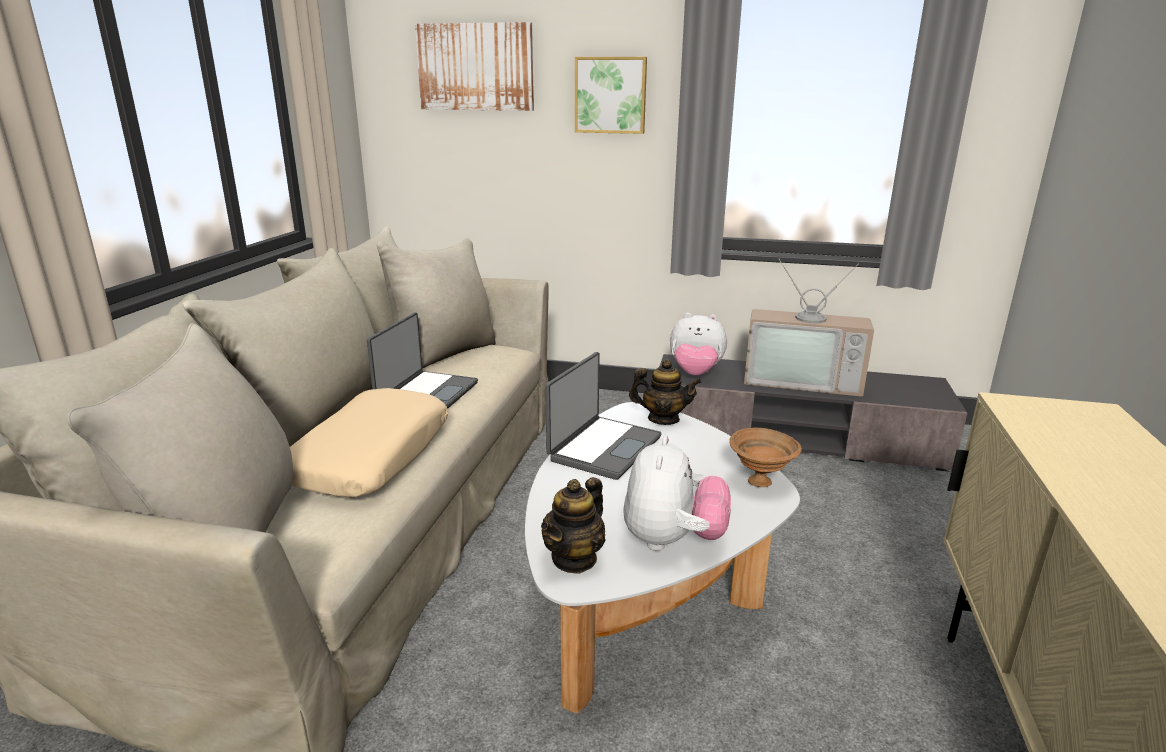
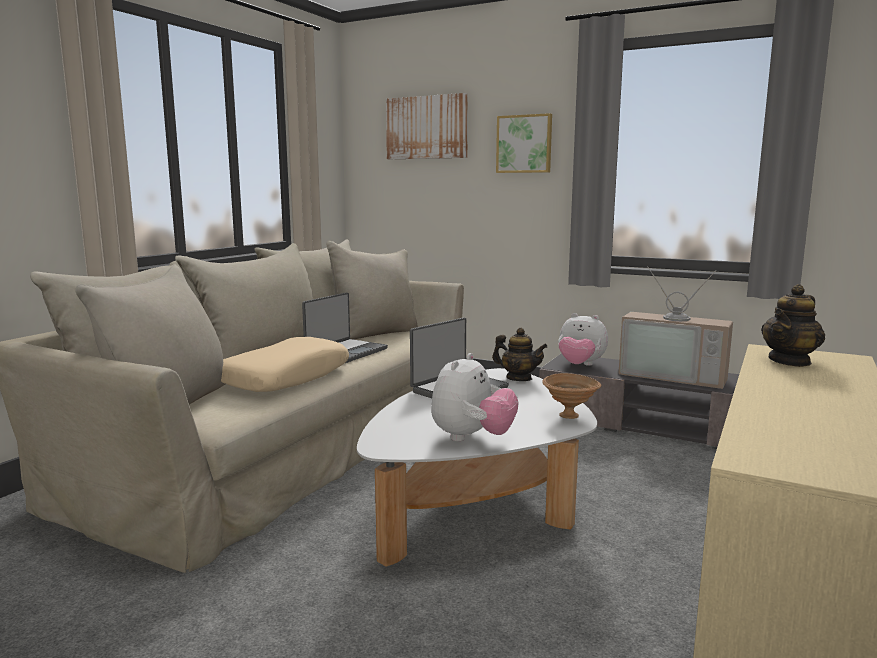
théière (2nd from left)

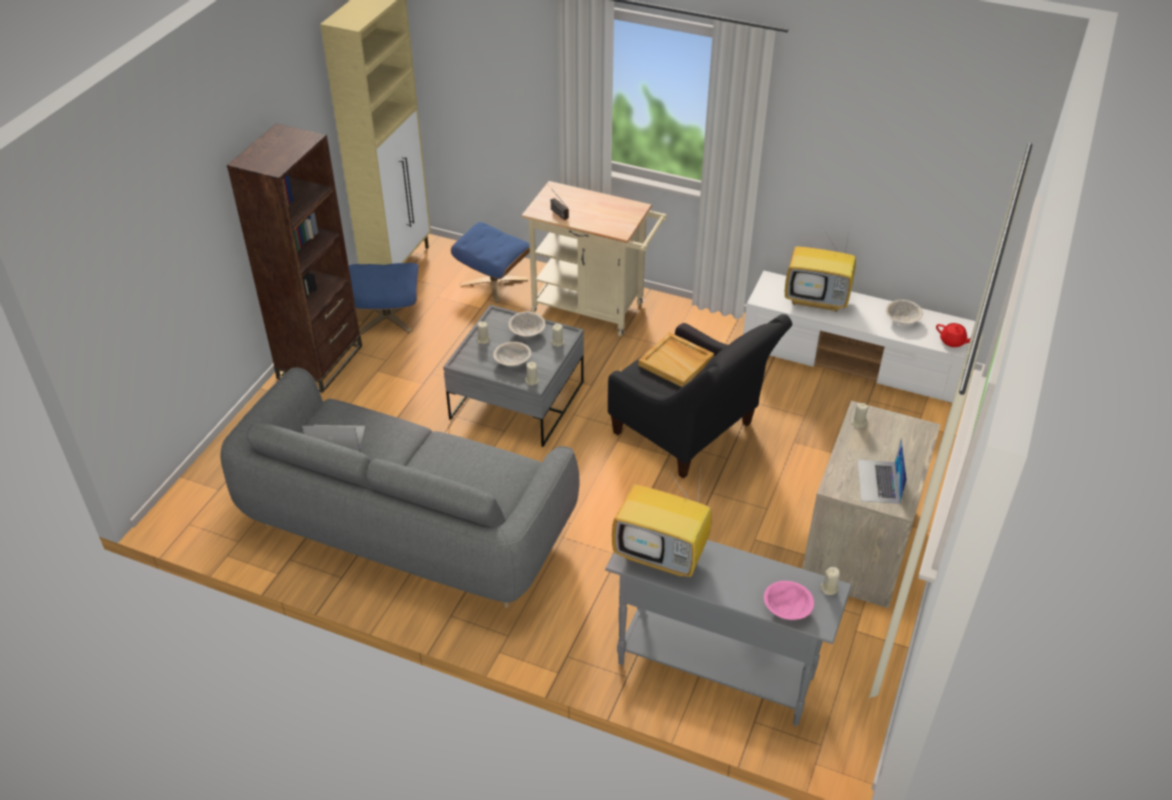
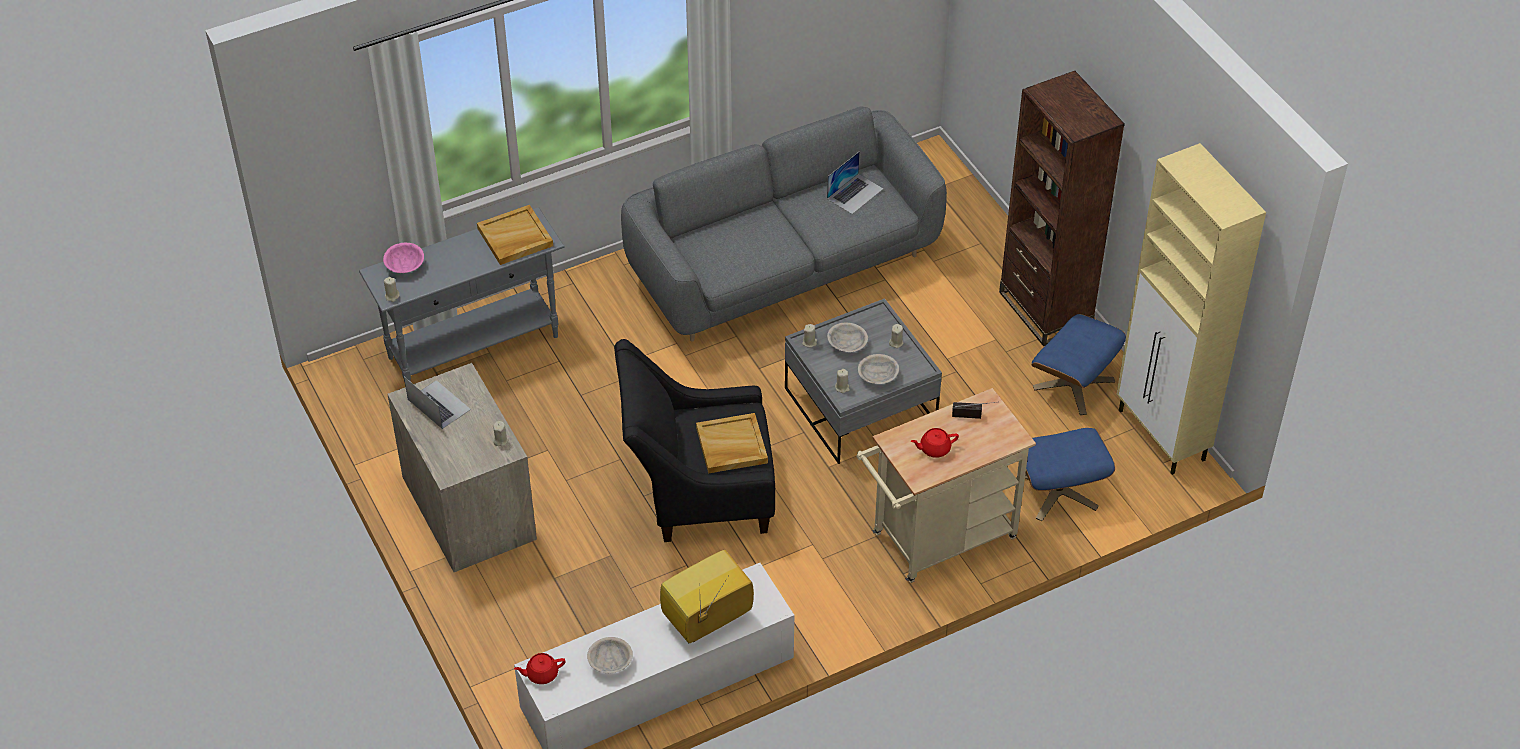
plateau/beige (1st from left)
théière/rouge (2nd from left)

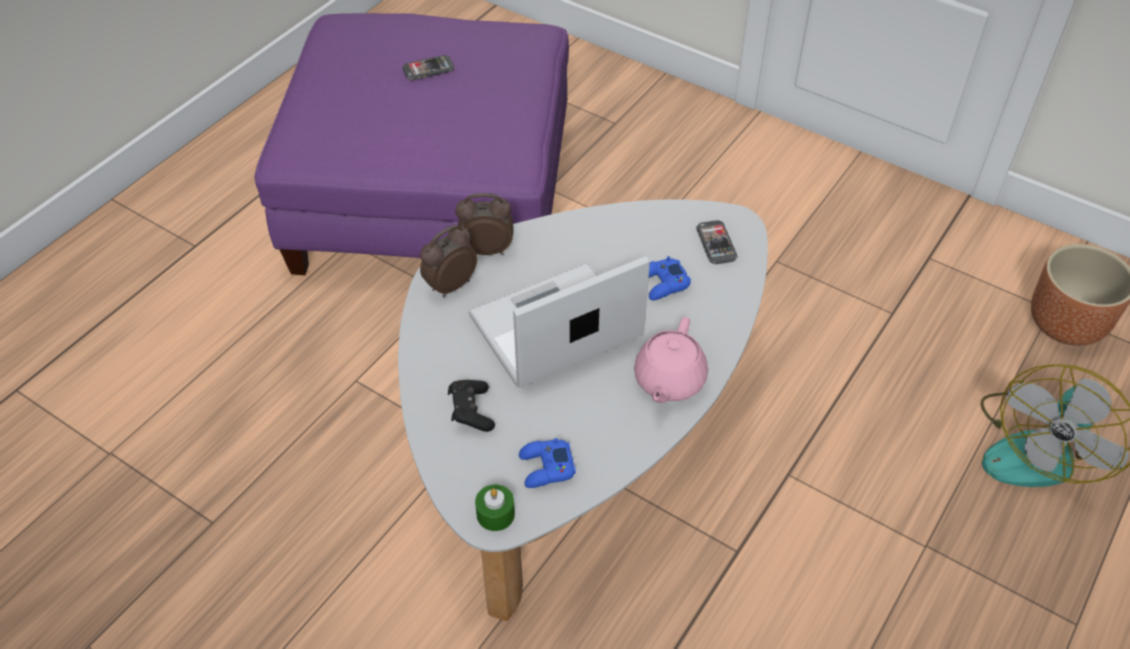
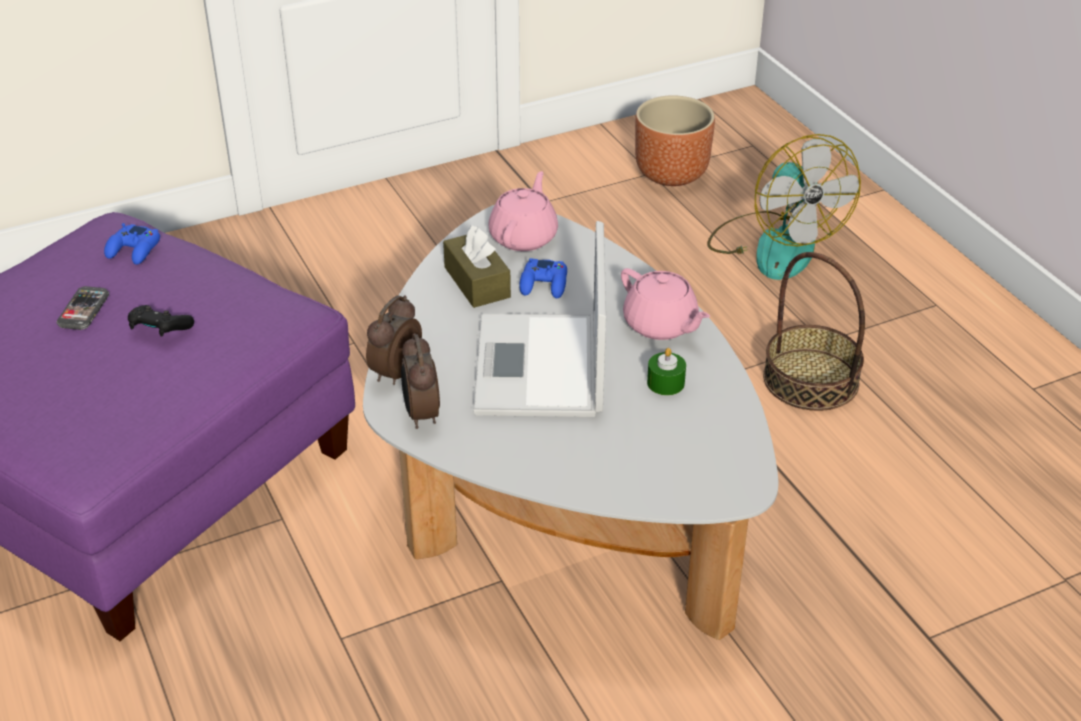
théière/rose (1st from left)
manette/noir
manette/bleu (1st from left)
bougie/vert
boîte à mouchoirs/marron
panier

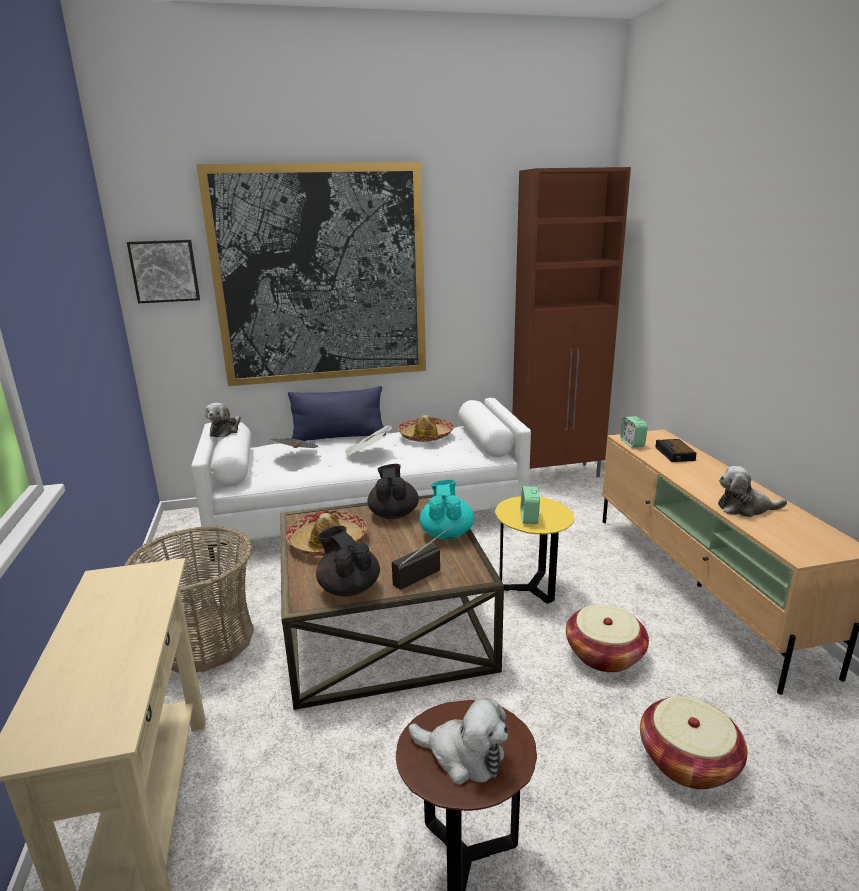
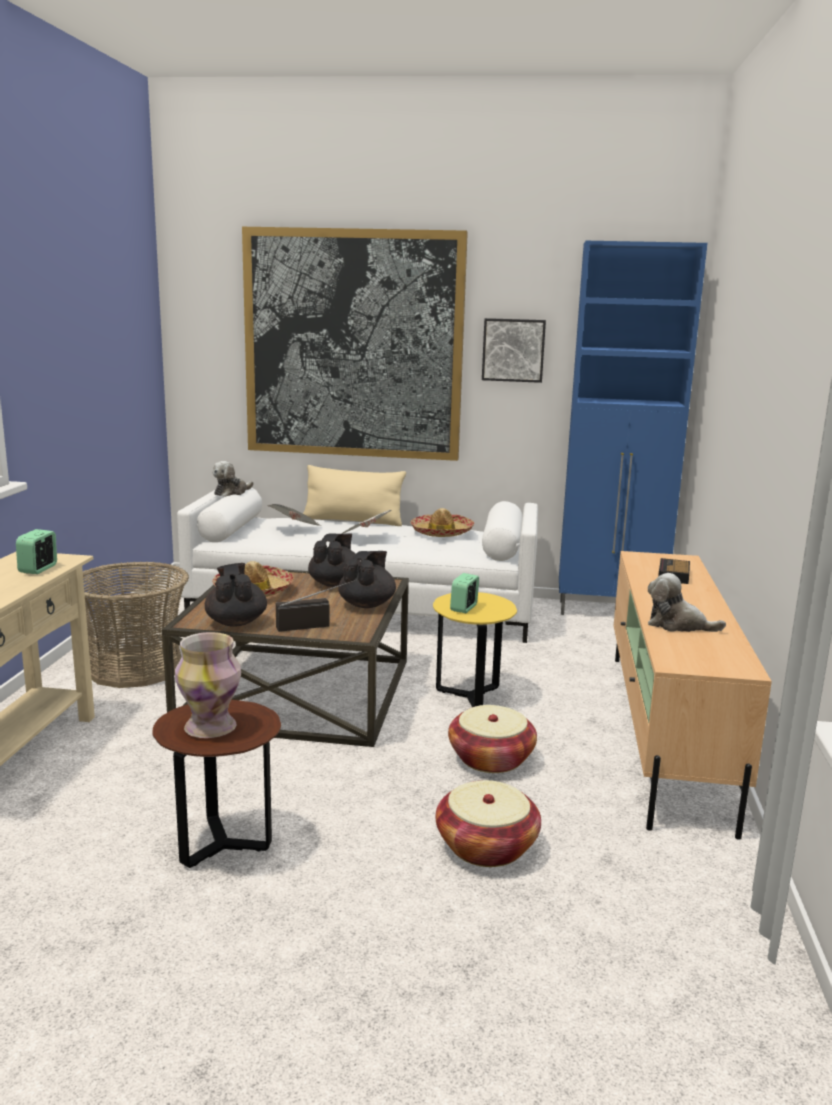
meuble de rangement/bleu
tableau (2nd from left)
coussin/beige
réveil (1st from left)
théière/noir (3rd from left)
vase

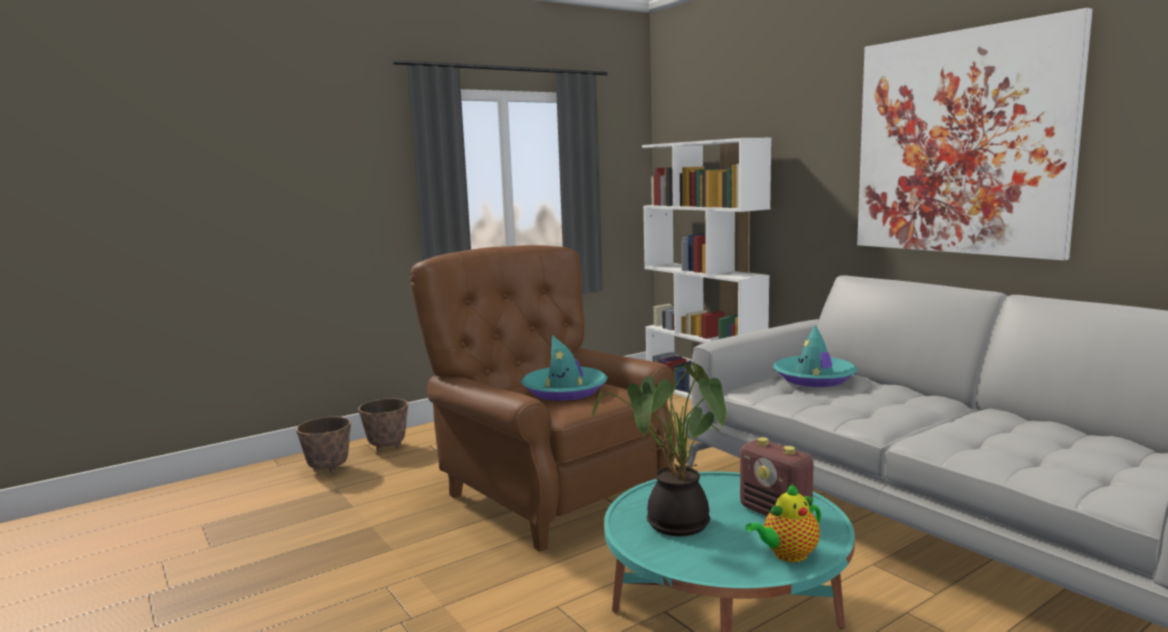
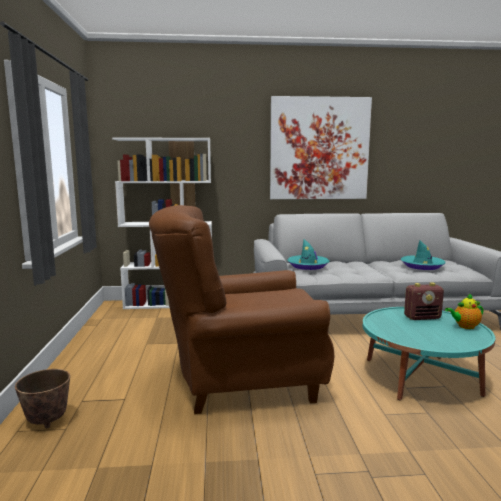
chapeau/turquoise (2nd from left)
plante en pot
cache-pot (1st from left in the first image)
théière

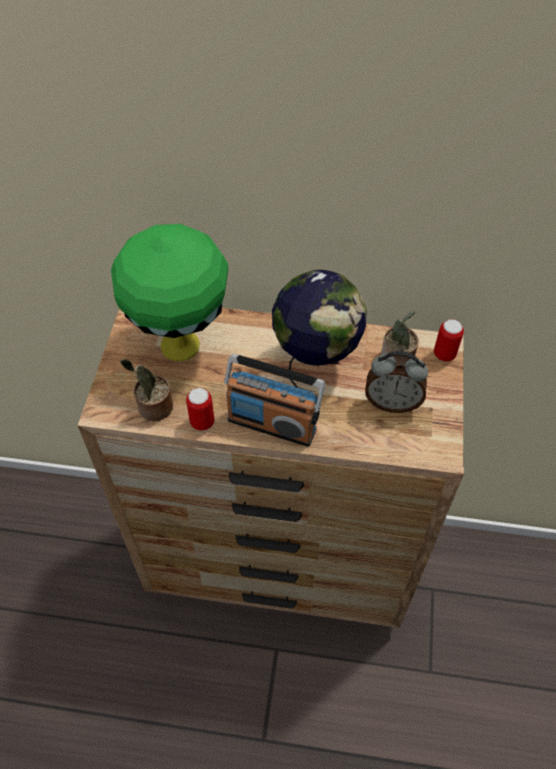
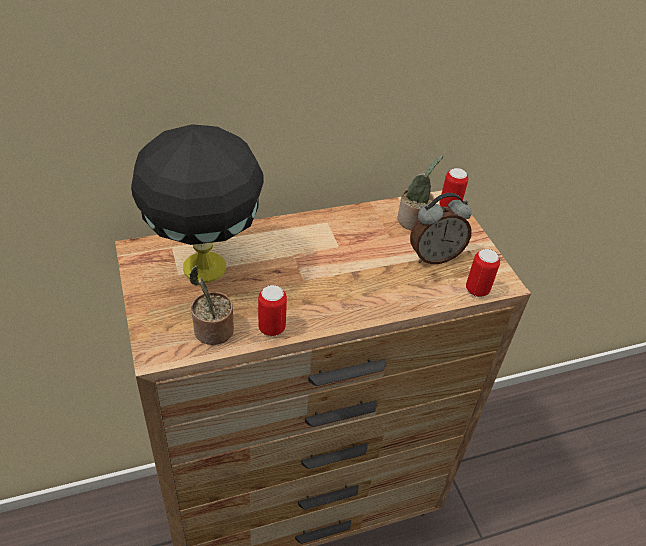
lampe de table/noir
globe
radio
boîte métallique (3rd from left)

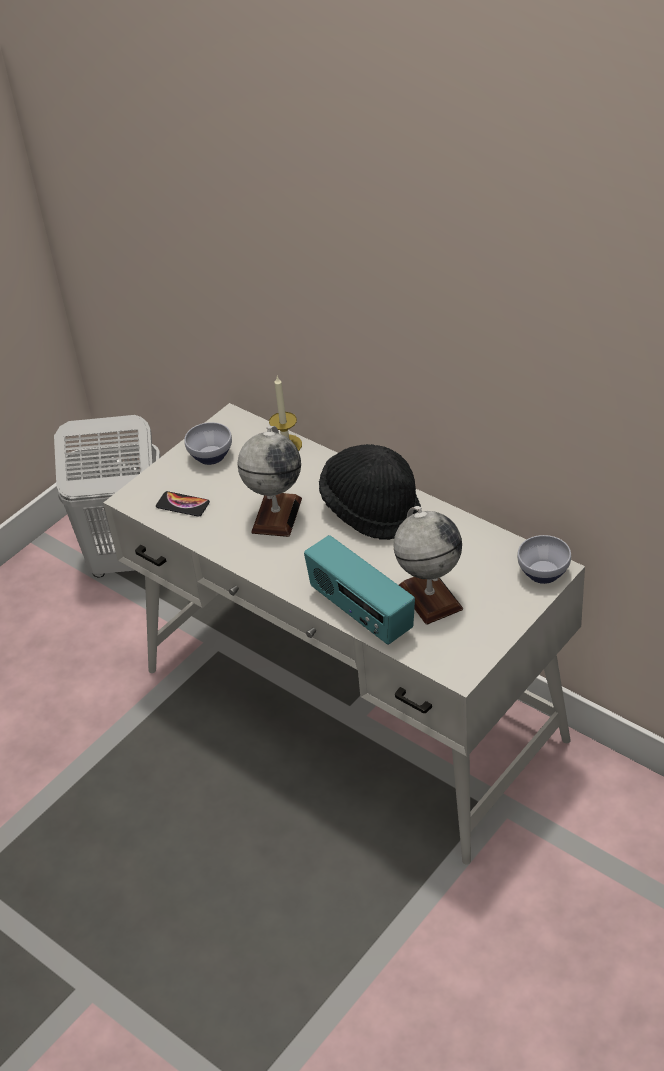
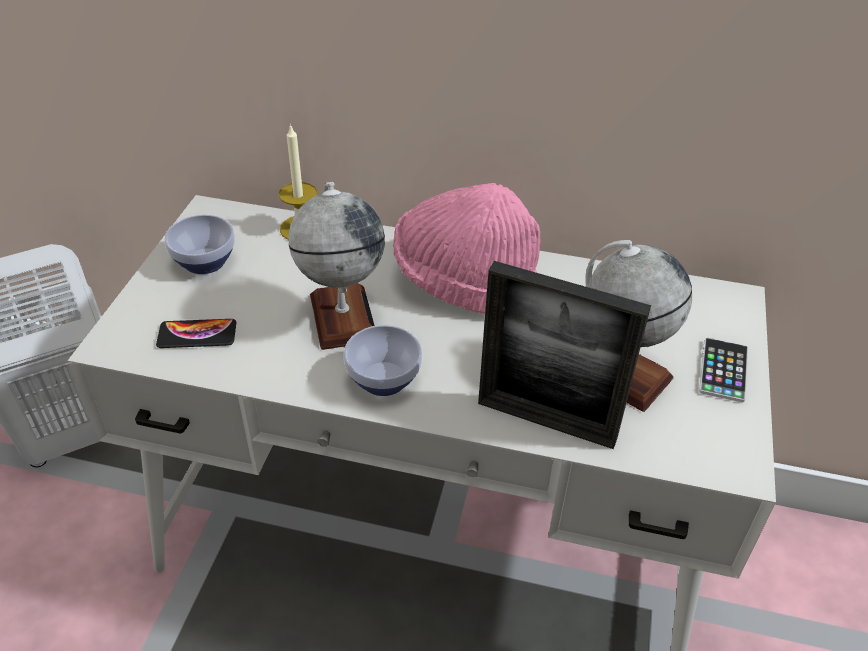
chapeau/rose
cadre photo
bol (2nd from left)
téléphone (2nd from left)

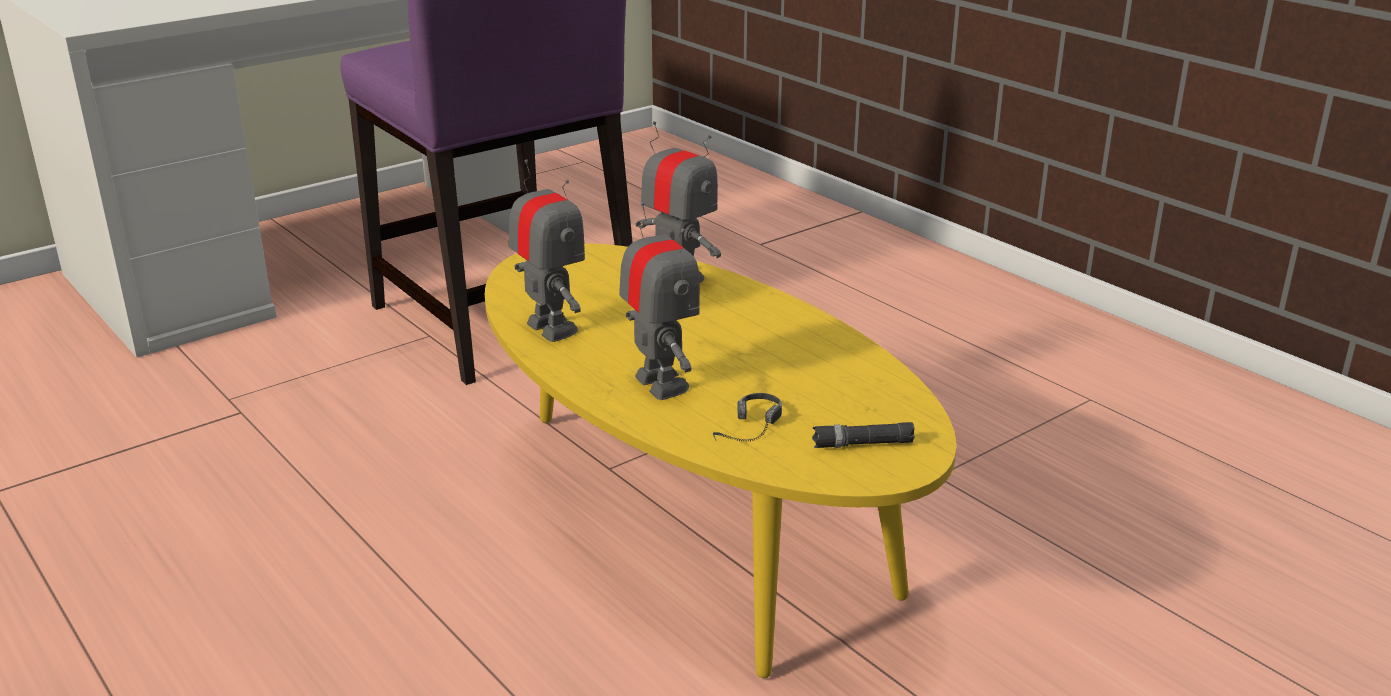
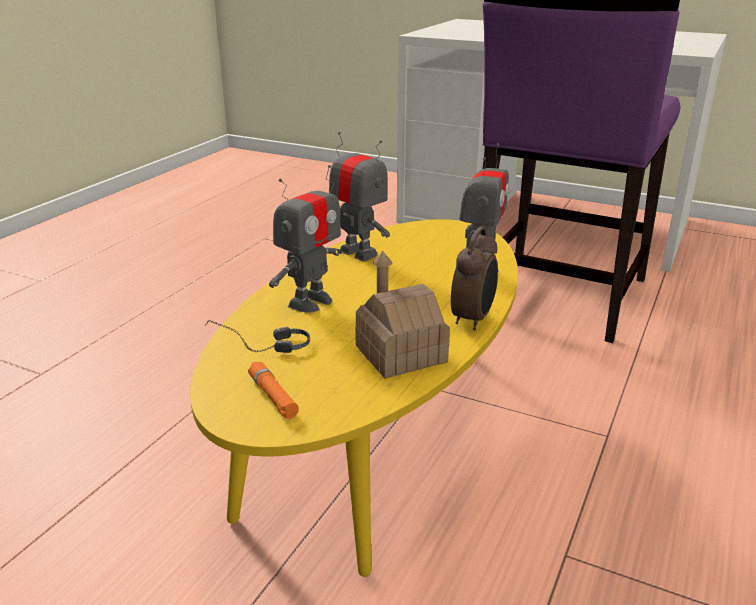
robot jouet (2nd from left)
lampe de poche/orange
réveil
maison miniature

